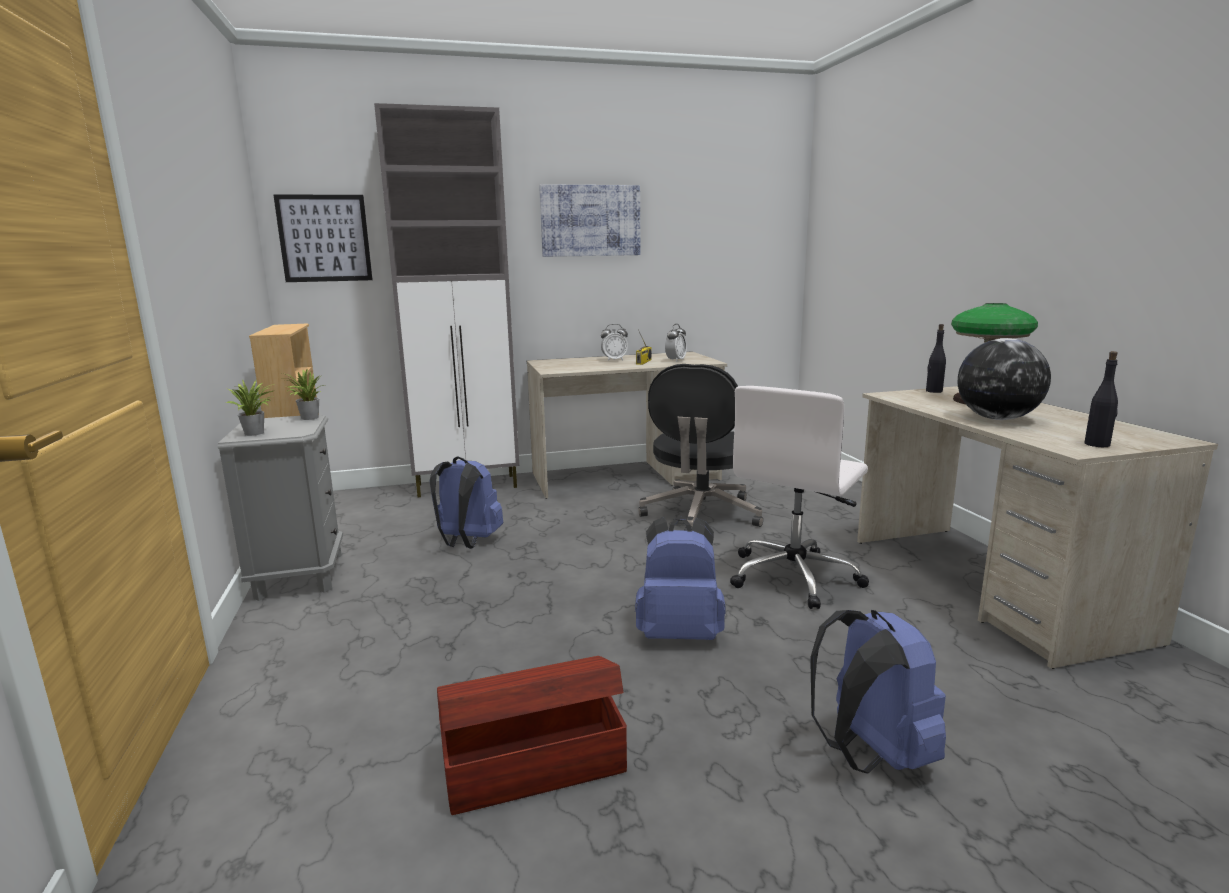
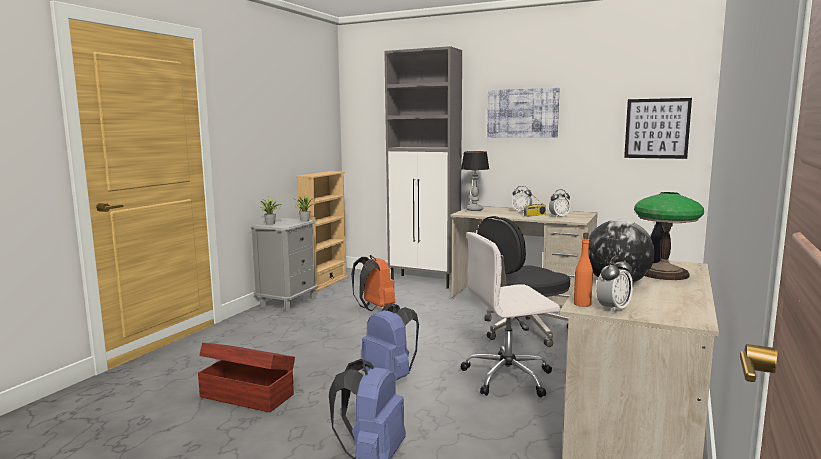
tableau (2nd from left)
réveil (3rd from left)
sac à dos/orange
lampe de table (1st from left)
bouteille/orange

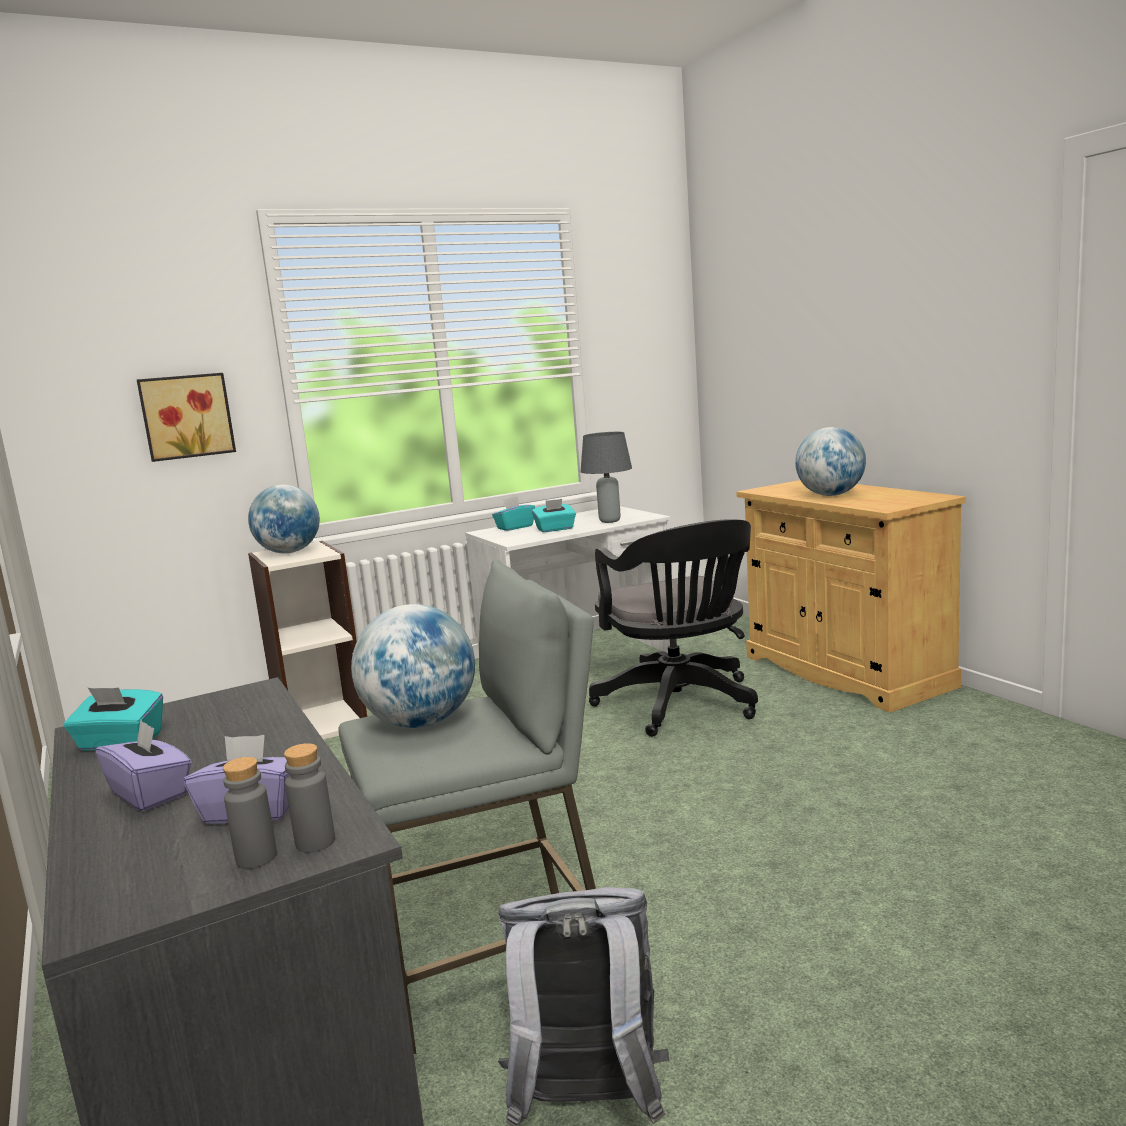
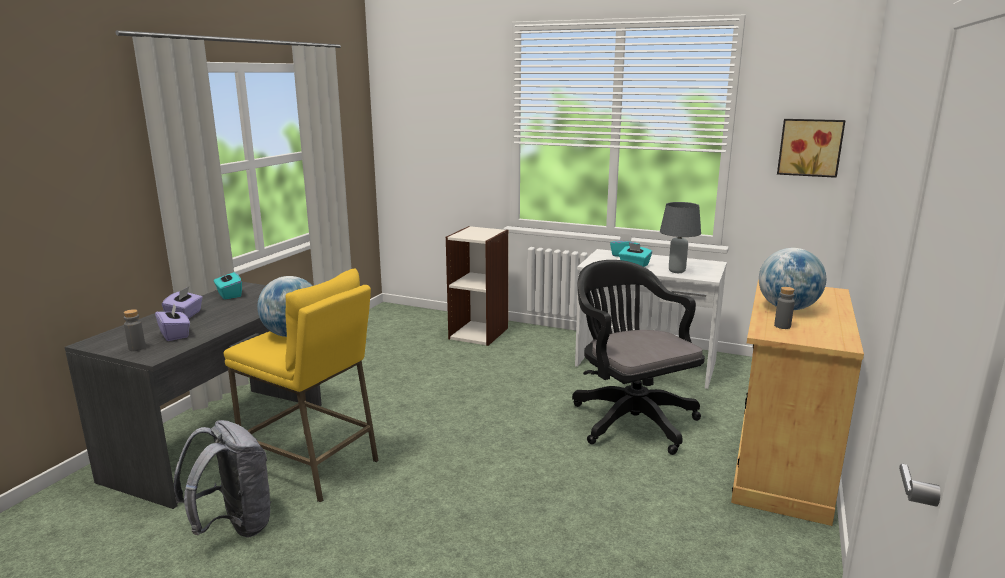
tableau
globe (1st from left in the first image)
chaise de bureau/noir
tabouret/jaune
bouteille/gris (2nd from left)

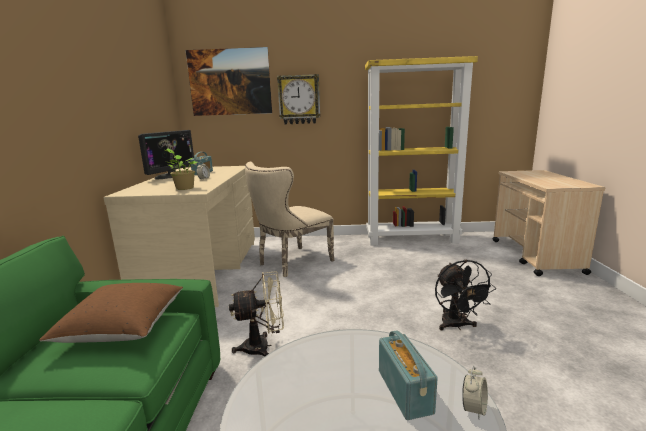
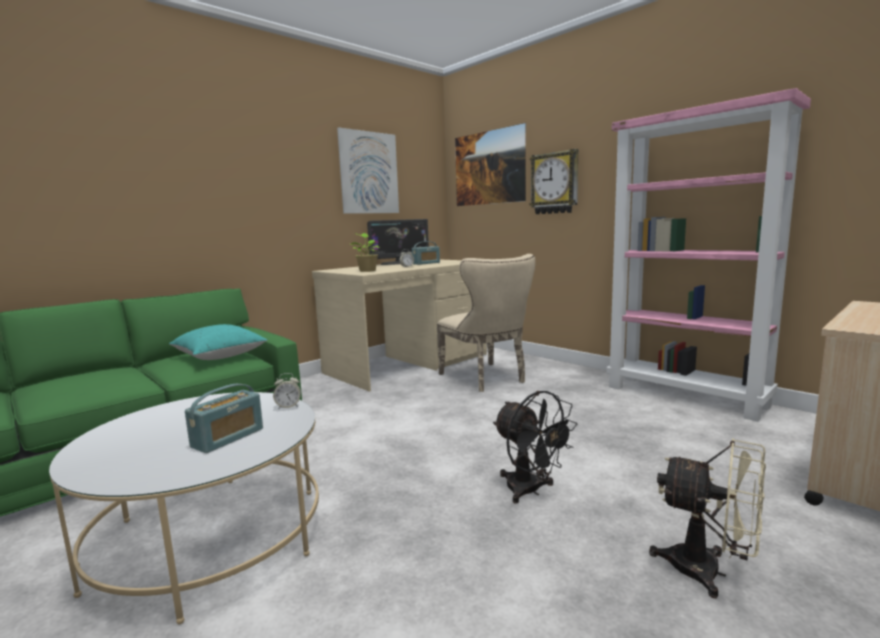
bibliothèque/rose
chaise/beige
ventilateur/noir
ventilateur/beige
coussin/turquoise
réveil (1st from left)
tableau (1st from left)

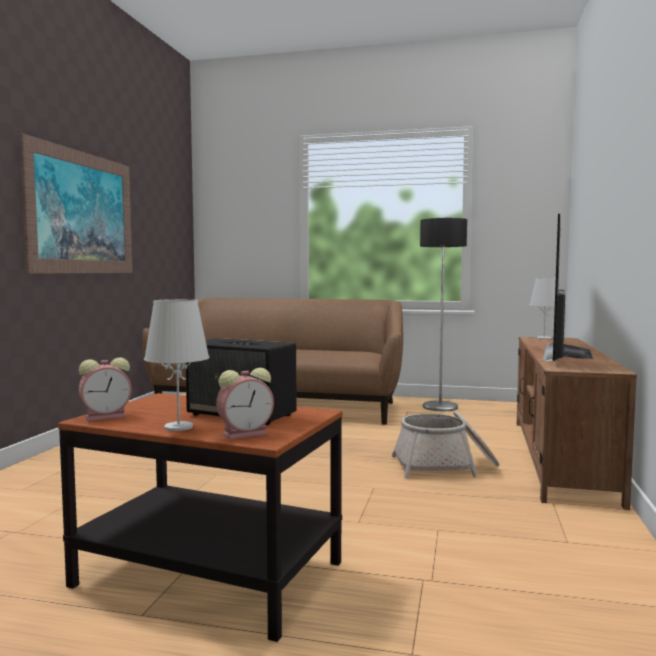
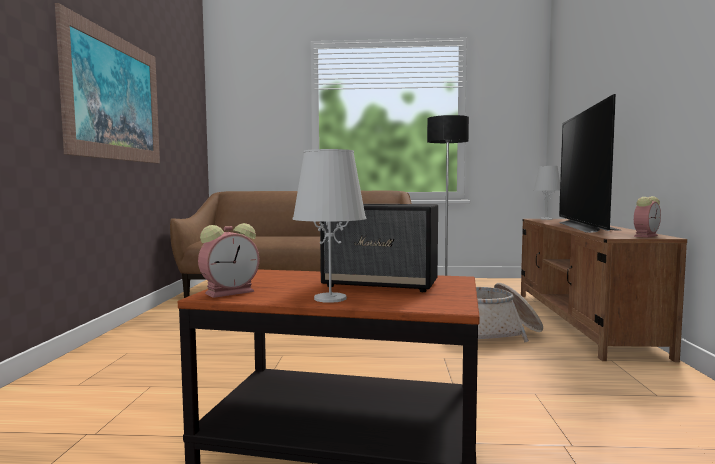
réveil (2nd from left)

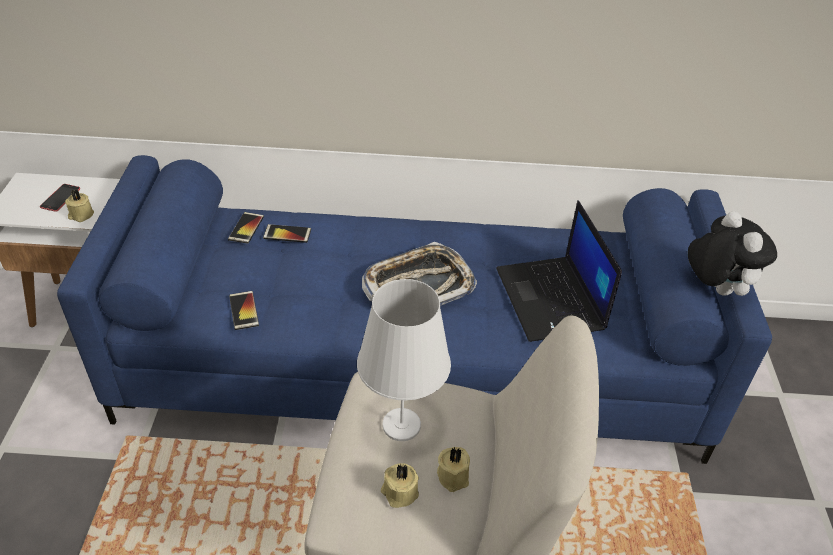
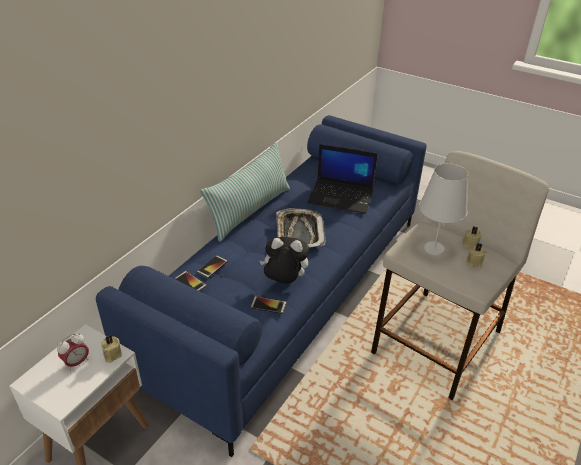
réveil
peluche
coussin

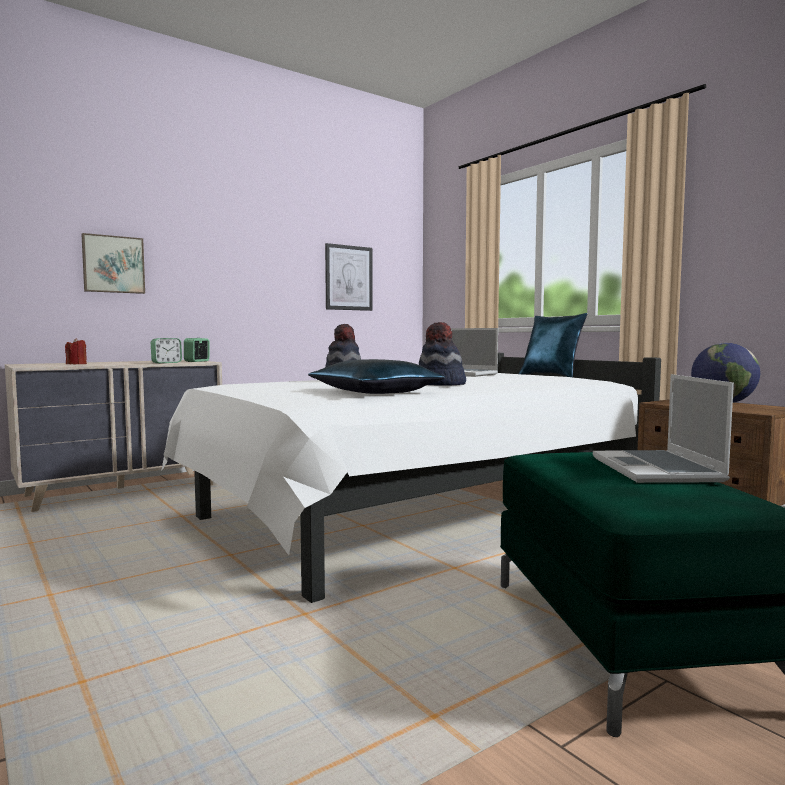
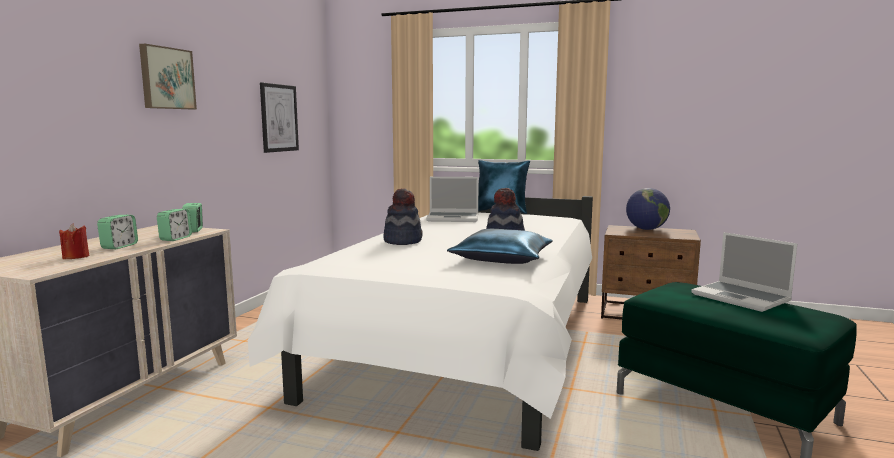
tableau (1st from left)
réveil (1st from left)

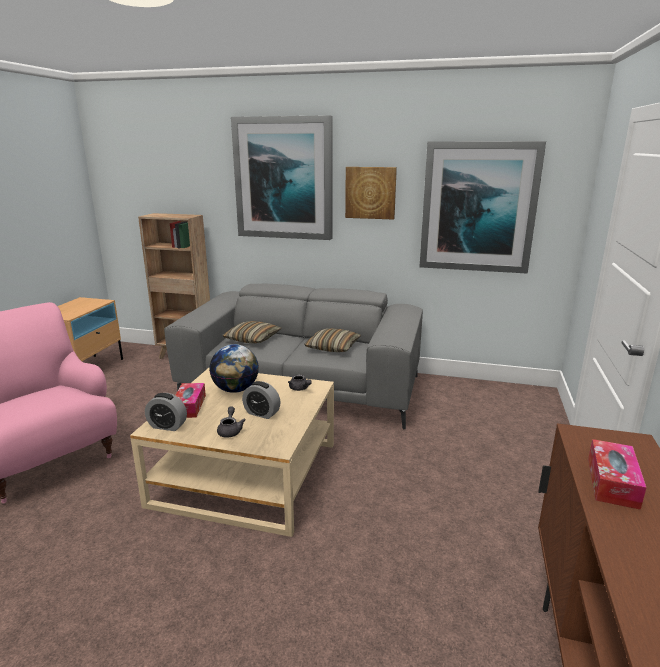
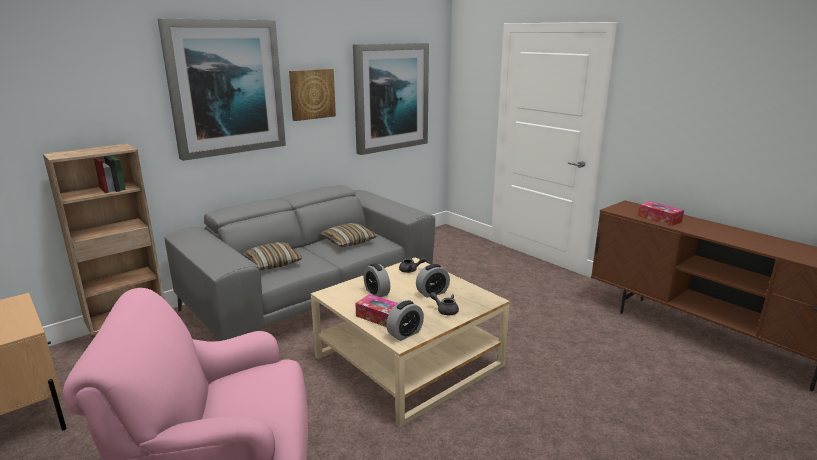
réveil (1st from left)

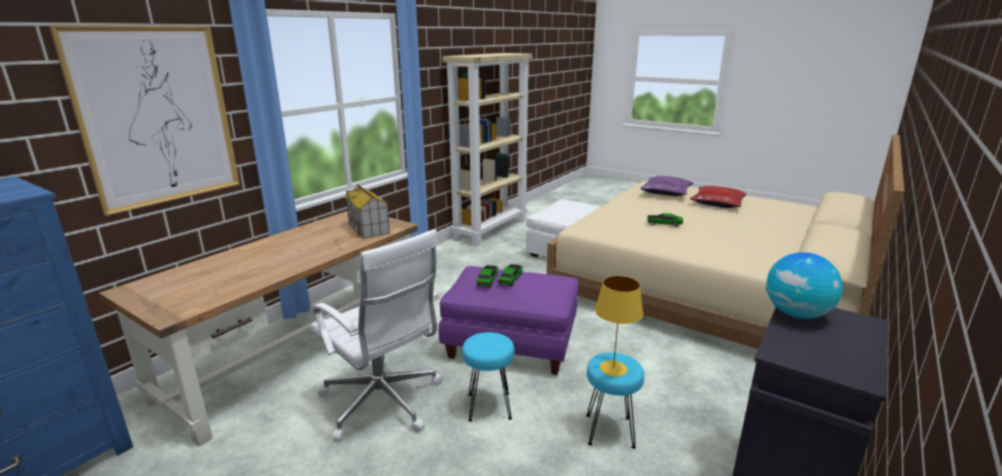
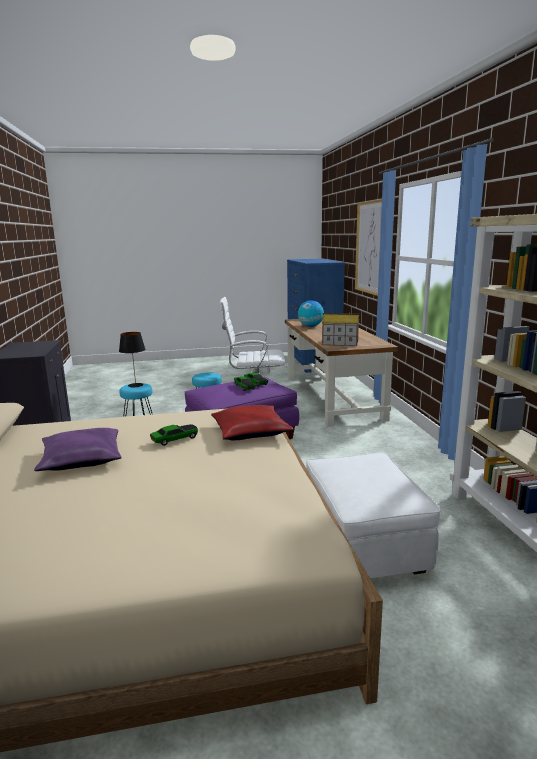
coussin/violet
coussin/rouge
globe
lampe de table/noir

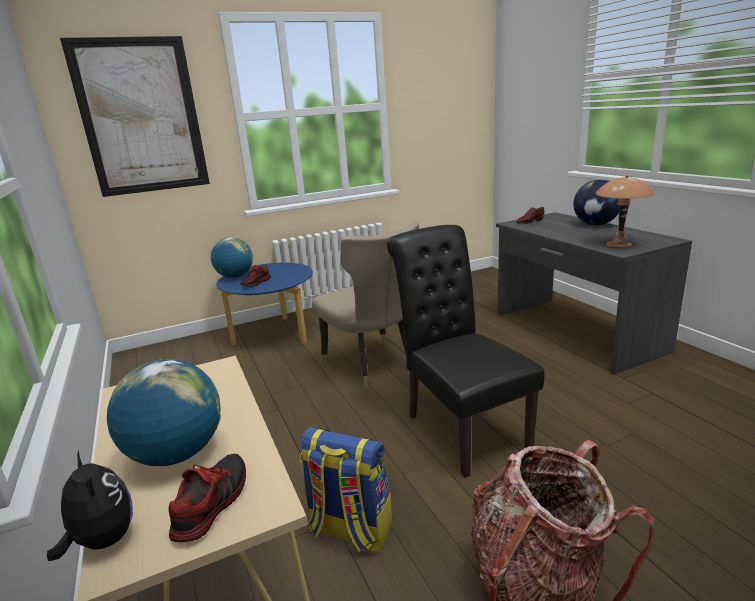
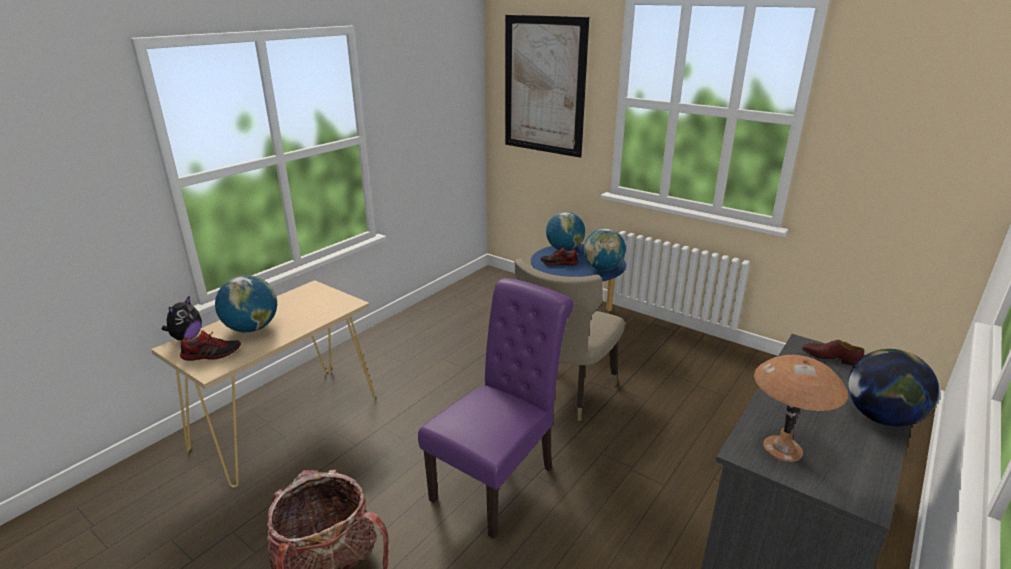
chaise/violet
sac à dos (1st from left in the first image)
globe (3rd from left)

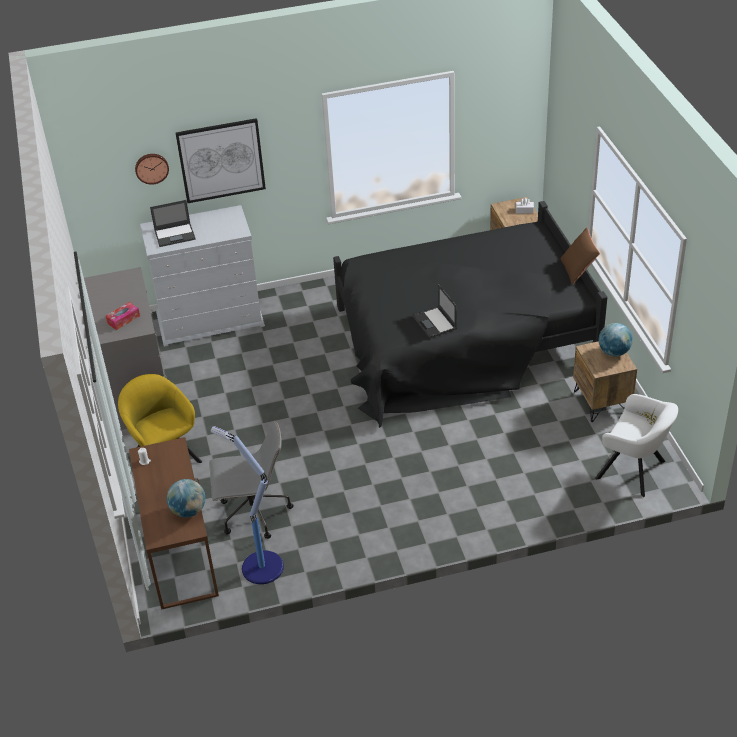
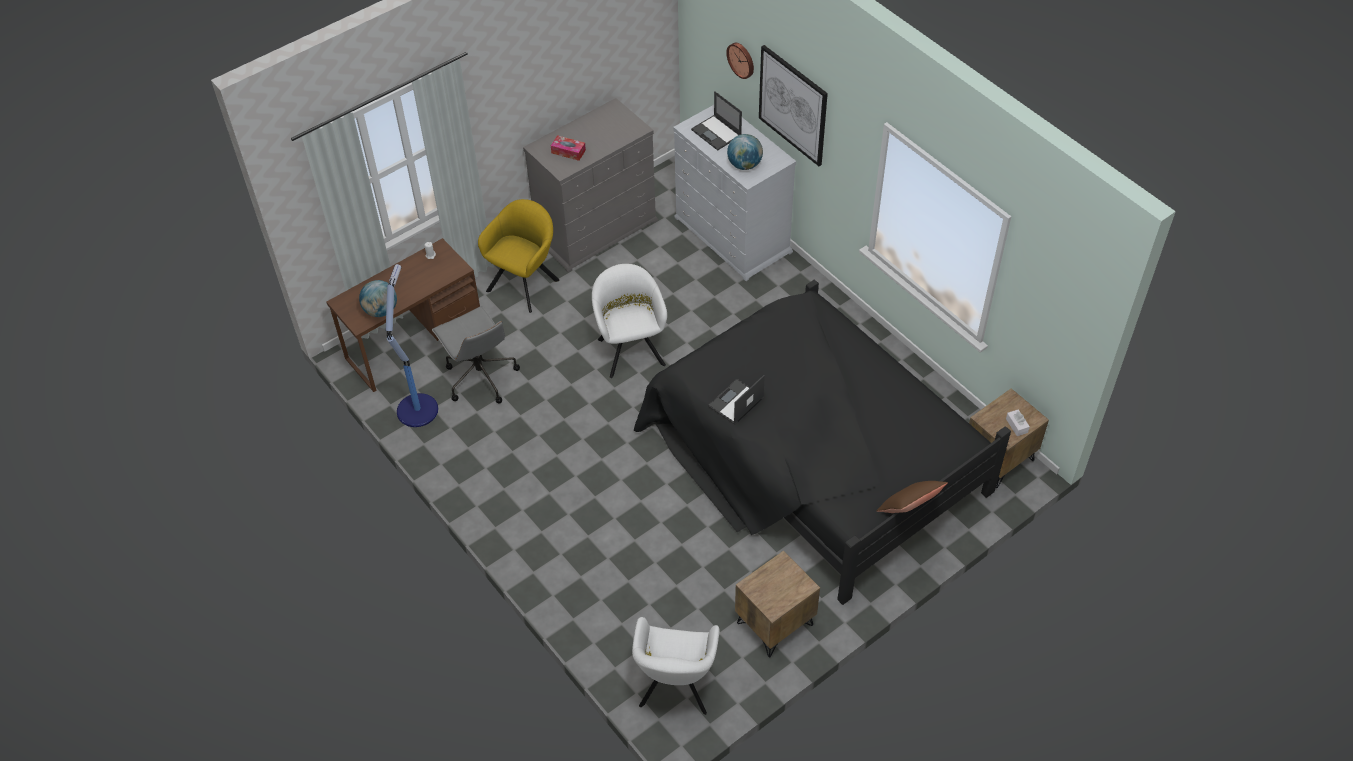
globe (2nd from left)
fauteuil/blanc (1st from left)

